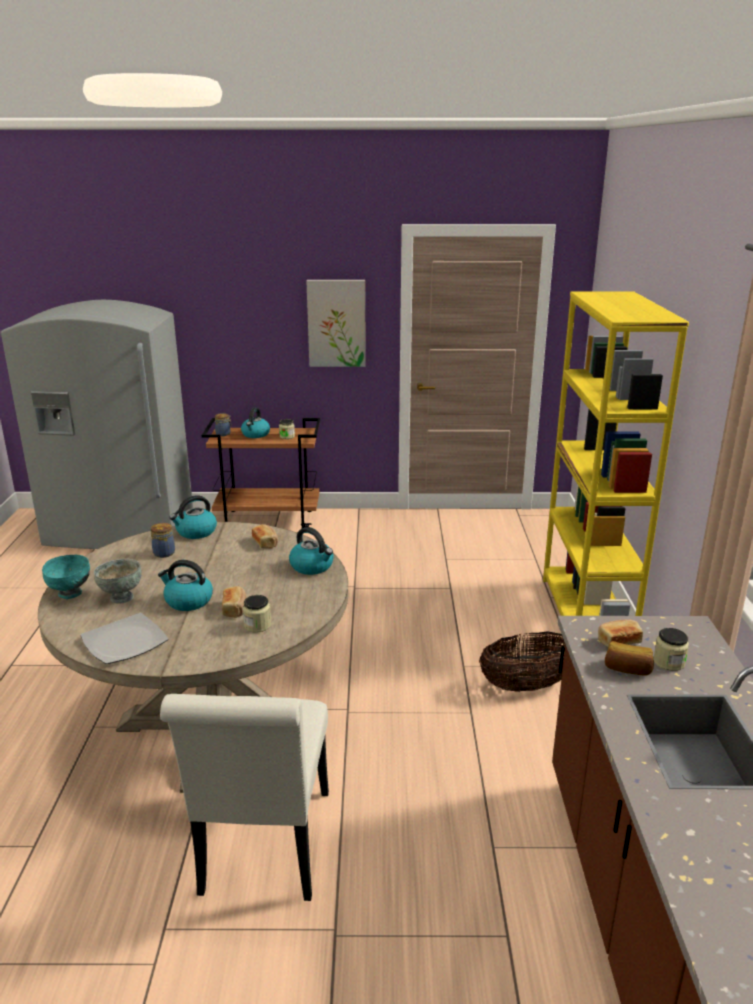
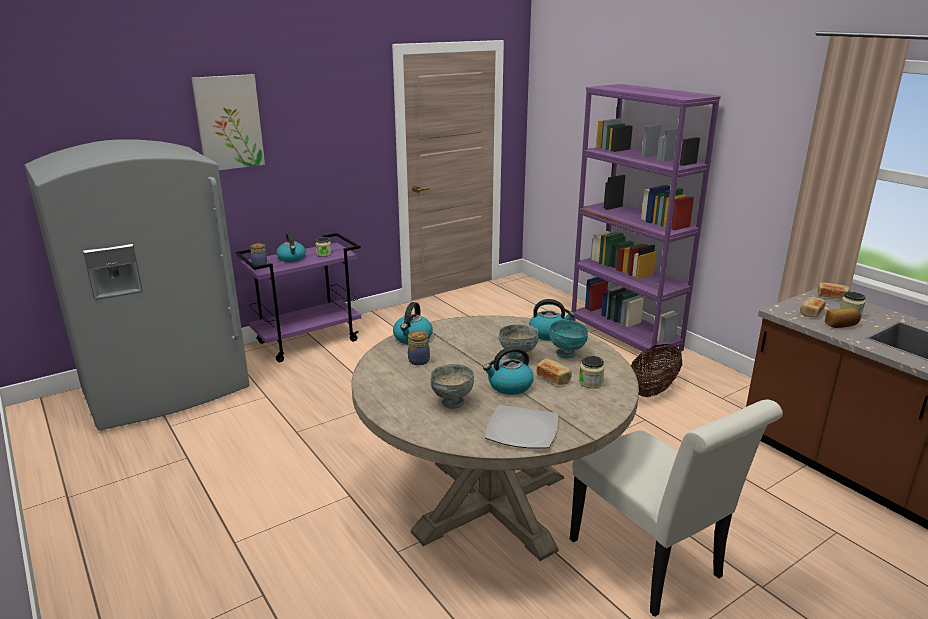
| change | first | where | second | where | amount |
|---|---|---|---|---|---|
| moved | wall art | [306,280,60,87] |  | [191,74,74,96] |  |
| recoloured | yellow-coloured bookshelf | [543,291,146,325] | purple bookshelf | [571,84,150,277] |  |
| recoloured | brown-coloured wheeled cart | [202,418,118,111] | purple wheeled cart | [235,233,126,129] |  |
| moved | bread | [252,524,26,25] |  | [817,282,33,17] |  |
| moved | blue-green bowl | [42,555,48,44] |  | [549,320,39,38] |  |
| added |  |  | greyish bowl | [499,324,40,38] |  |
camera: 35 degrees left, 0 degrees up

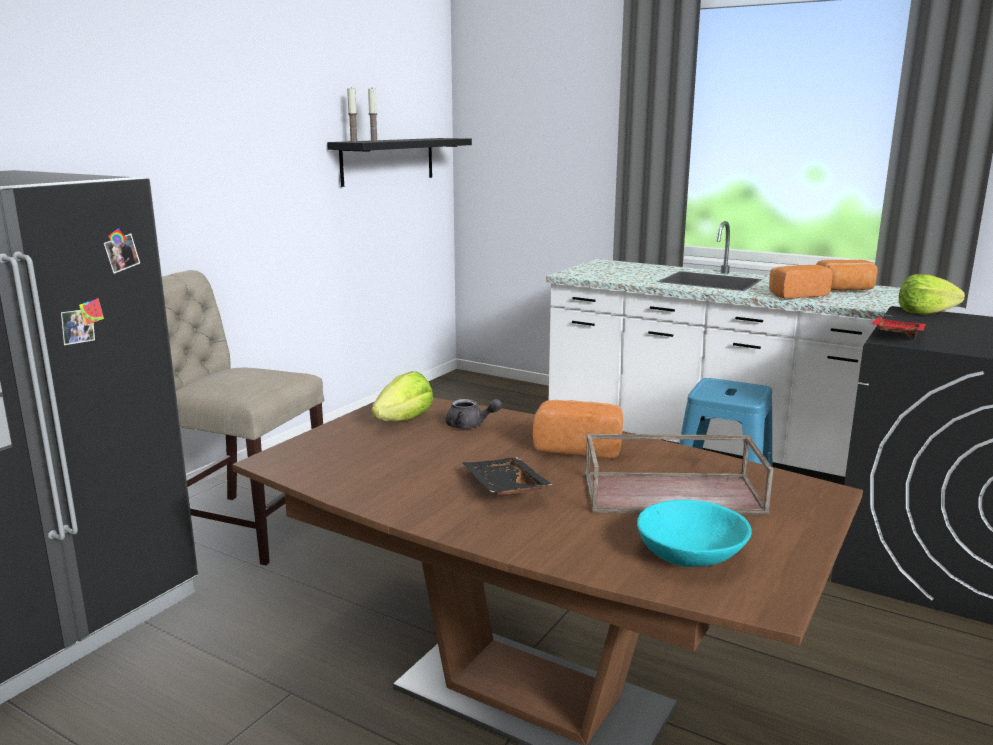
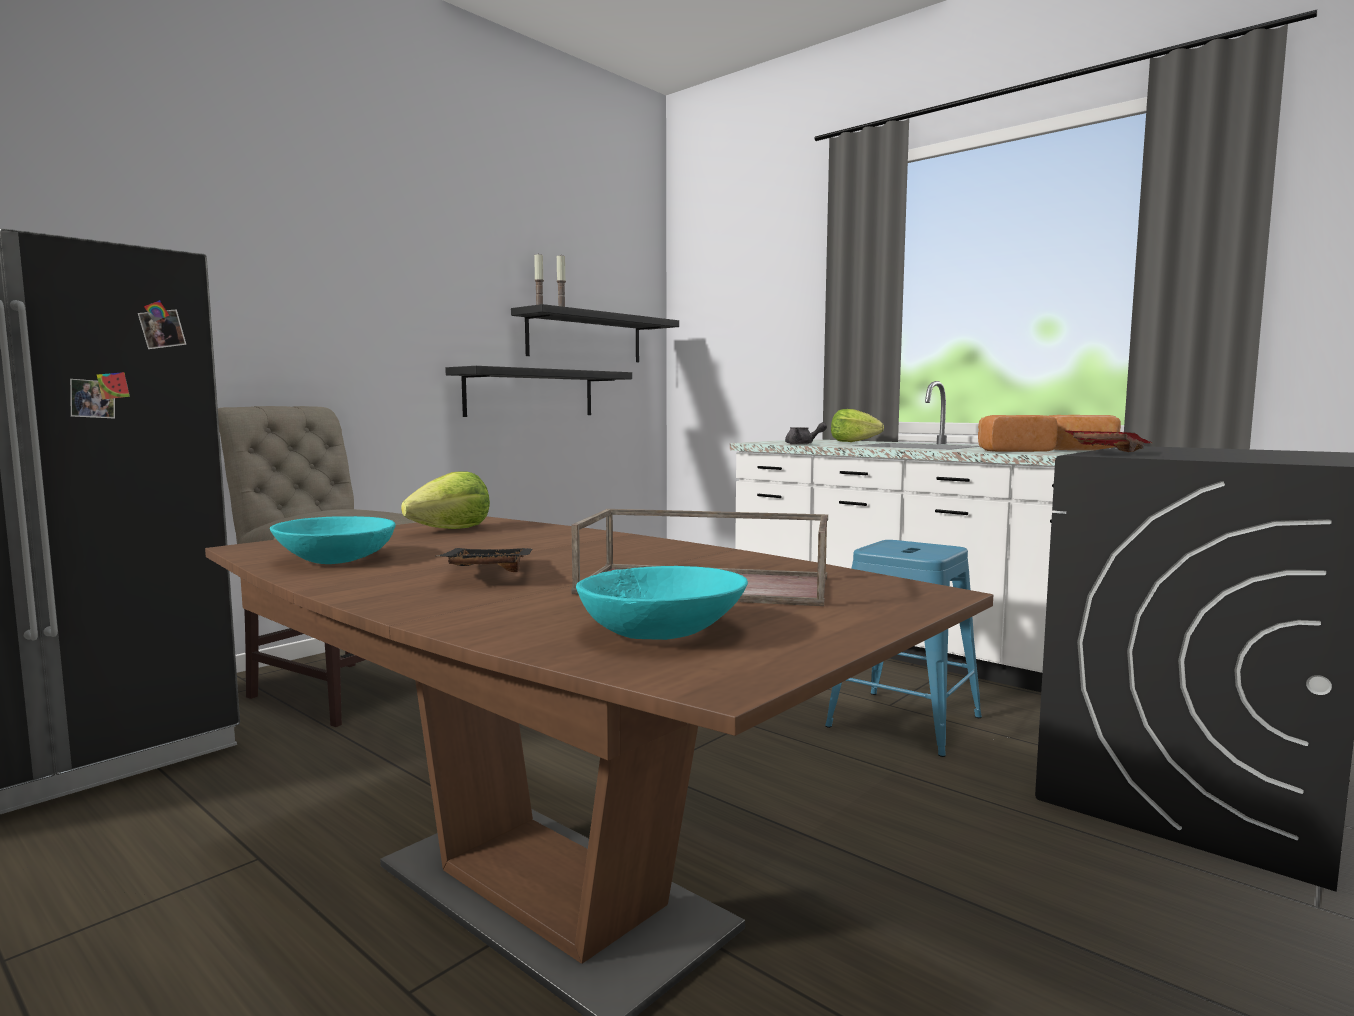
| change | first | where | second | where | amount |
|---|---|---|---|---|---|
| moved | head of lettuce | [899,274,66,41] |  | [831,409,53,33] |  |
| moved | greyish pot for tea | [446,399,56,30] |  | [785,422,42,23] |  |
| removed | bread | [533,400,90,58] |  |  |  |
| added |  |  | black wall shelf | [445,366,187,51] |  |
| added |  |  | blue-green bowl | [270,516,126,48] |  |
camera: 10 degrees right, 10 degrees down

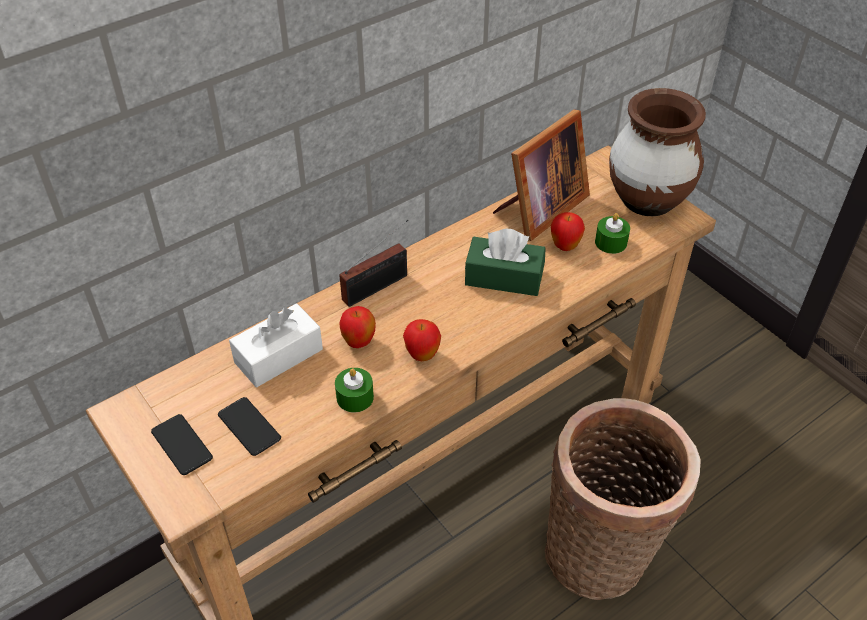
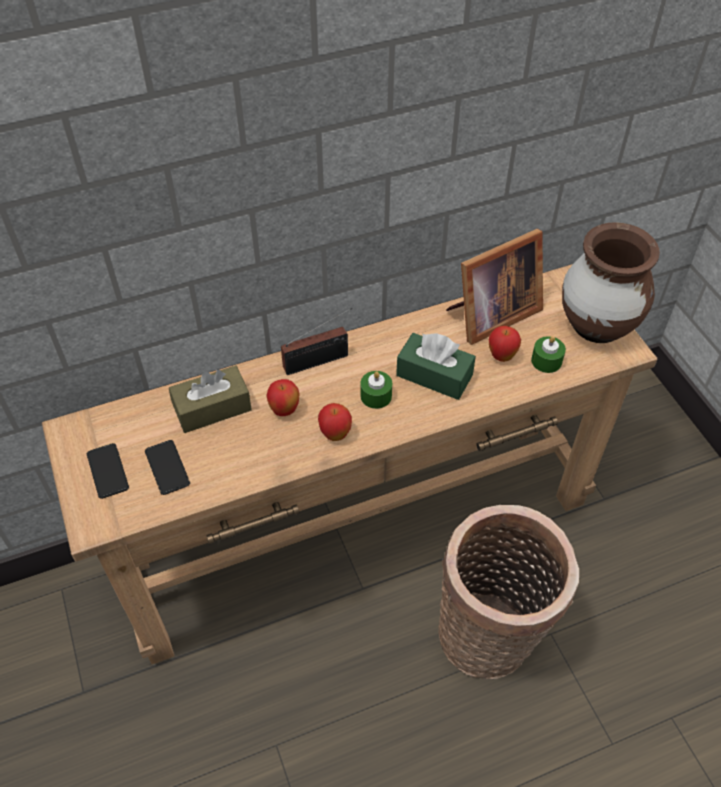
| change | first | where | second | where | amount |
|---|---|---|---|---|---|
| recoloured | whitish tissue holder | [229,303,94,84] | brown-coloured tissue holder | [169,365,83,68] |  |
| moved | green wax light | [335,368,39,44] |  | [360,371,32,38] |  |
camera: 15 degrees right, 5 degrees up

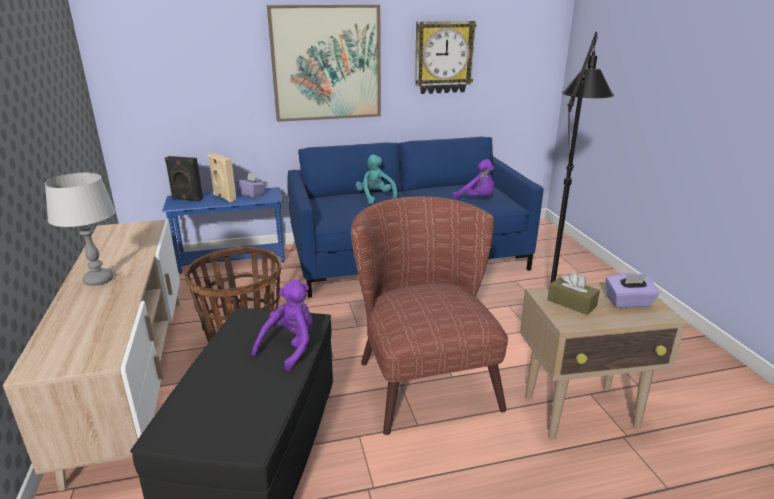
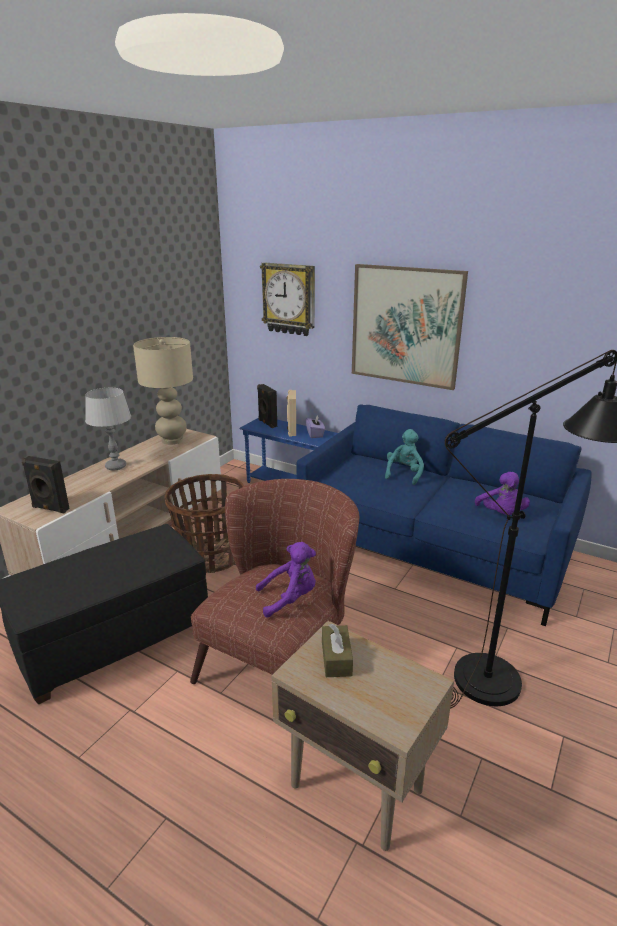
| change | first | where | second | where | amount |
|---|---|---|---|---|---|
| moved | wall clock | [415,21,62,73] |  | [260,262,55,74] |  |
| removed | purple tissue holder | [606,273,54,35] |  |  |  |
| moved | purple soft toy | [252,280,61,91] |  | [256,542,60,76] |  |
| added |  |  | beige-coloured table lamp | [133,337,60,108] |  |
| added |  |  | black audio speaker | [21,456,49,57] |  |
camera: 45 degrees right, 0 degrees up

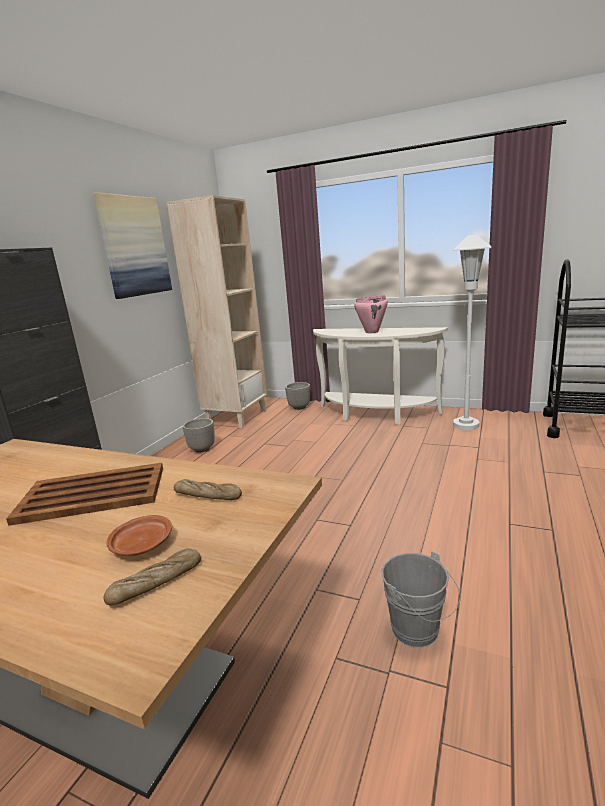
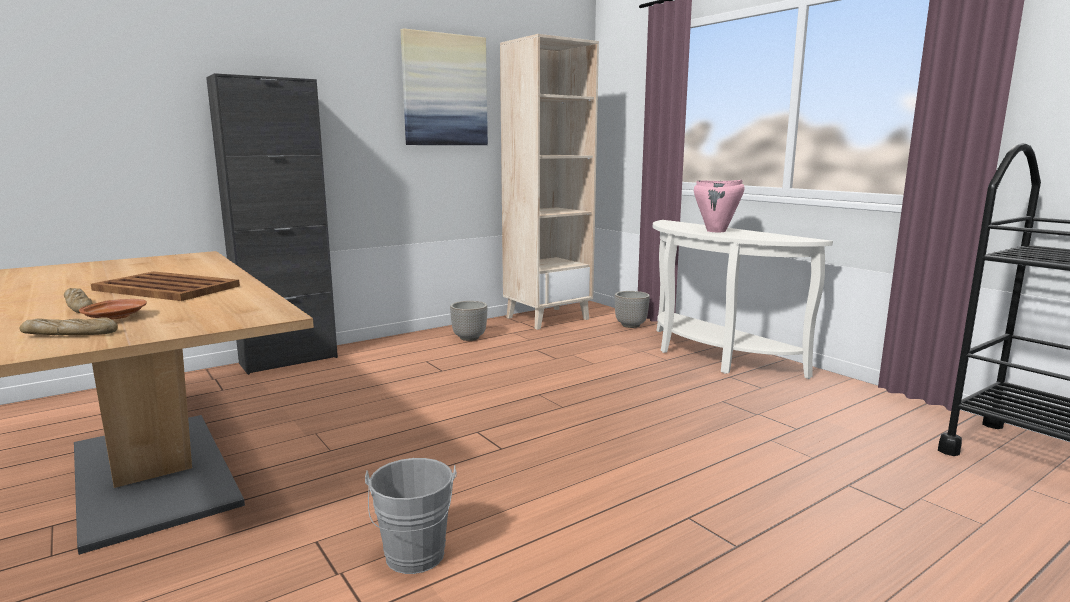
| change | first | where | second | where | amount |
|---|---|---|---|---|---|
| removed | whitish floor lamp | [453,235,38,195] |  |  |  |
| moved | bread | [174,479,68,21] |  | [64,288,29,25] |  |
camera: 30 degrees right, 5 degrees down

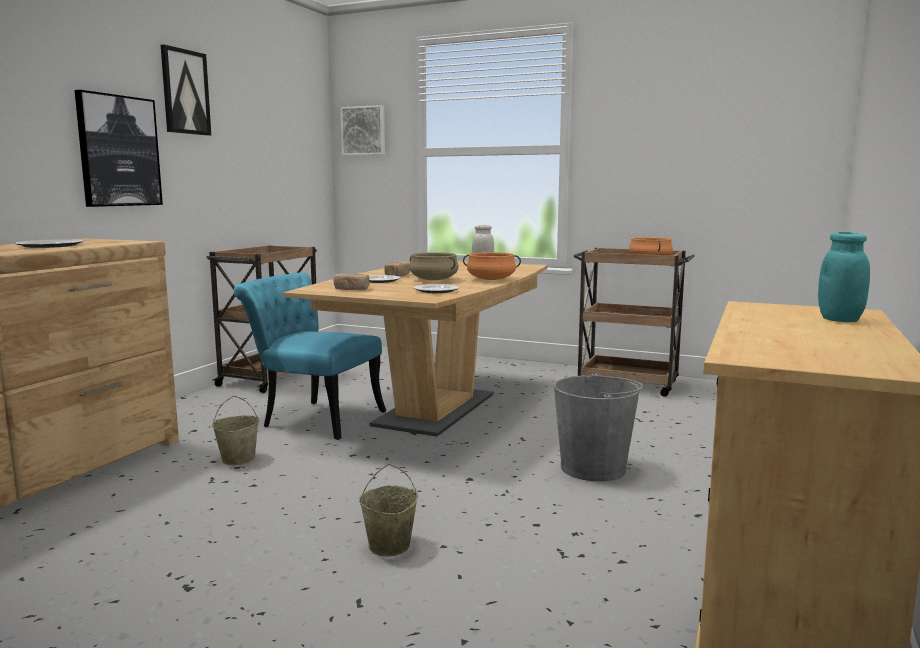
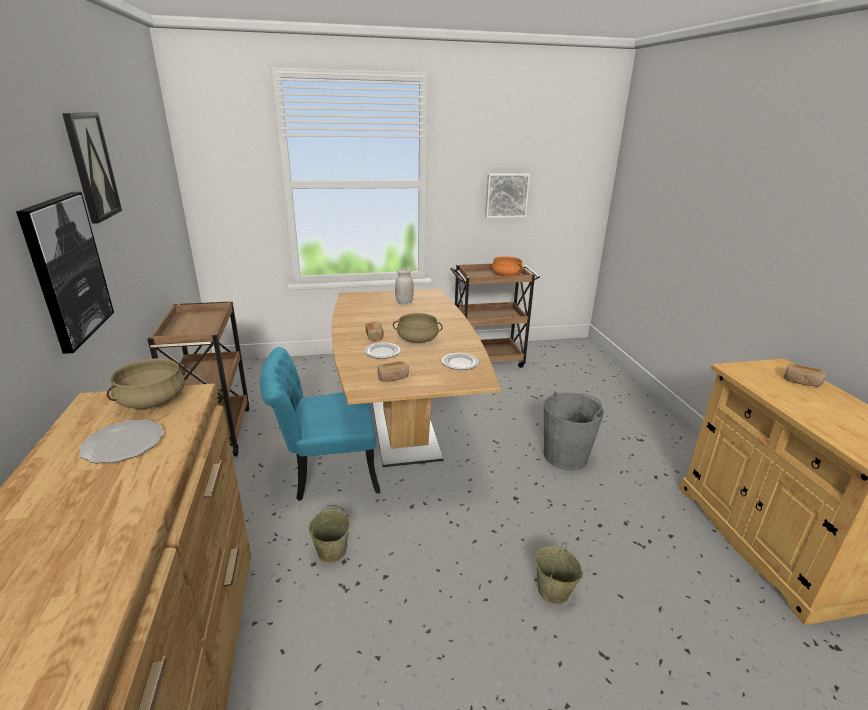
| change | first | where | second | where | amount |
|---|---|---|---|---|---|
| moved | wall art | [340,105,45,51] |  | [485,174,45,44] |  |
| replaced | blue-green preserve jar | [818,232,52,90] | bread | [784,364,42,22] |  |
| removed | orangey stockpot | [463,252,58,28] |  |  |  |
| added |  |  | beige-coloured stockpot | [107,358,80,51] |  |
camera: 35 degrees left, 15 degrees up

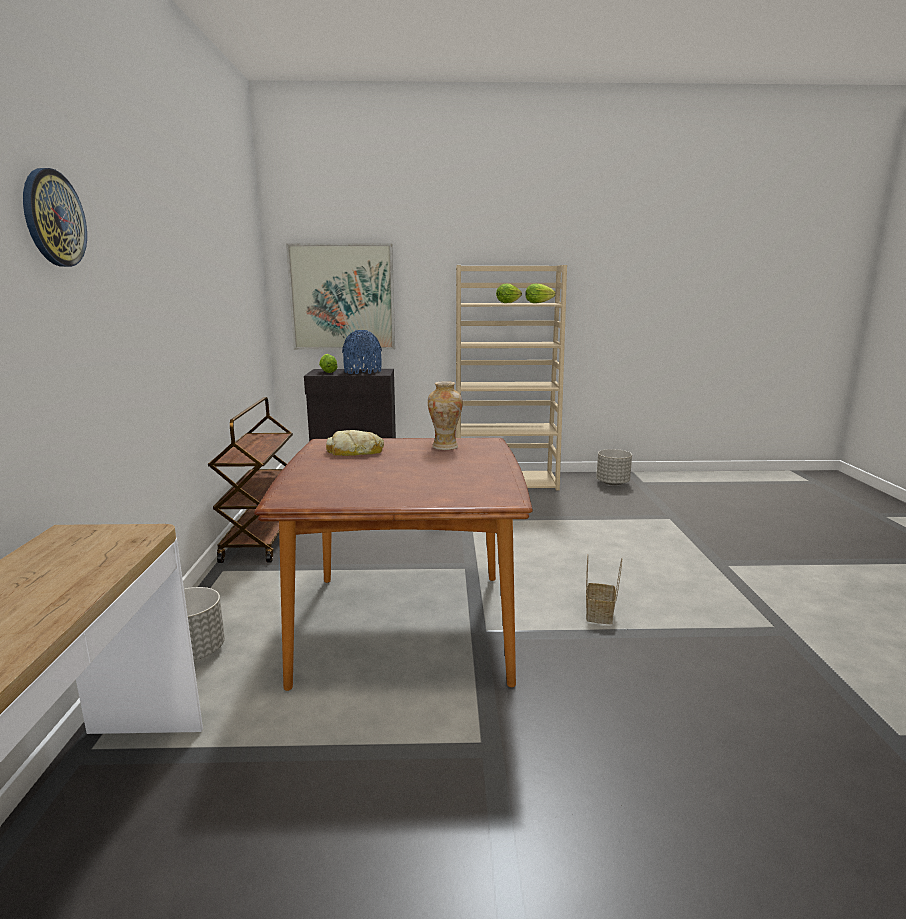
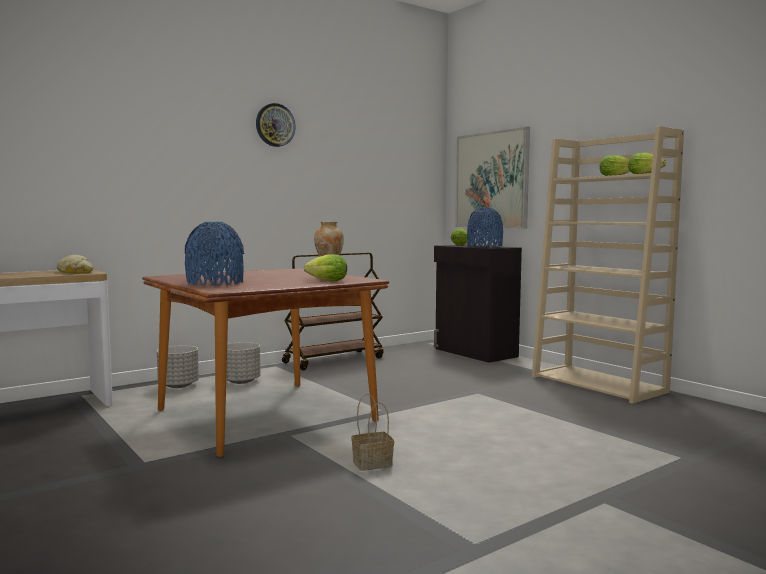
| change | first | where | second | where | amount |
|---|---|---|---|---|---|
| moved | wall clock | [23,168,64,99] |  | [256,103,40,44] |  |
| moved | bread | [326,430,58,26] |  | [57,255,36,19] |  |
| moved | greyish plant pot | [597,449,35,37] |  | [226,342,34,42] |  |
| added |  |  | blue flower vase | [185,222,59,63] |  |
| added |  |  | head of lettuce | [304,254,43,27] |  |
camera: 55 degrees right, 10 degrees down

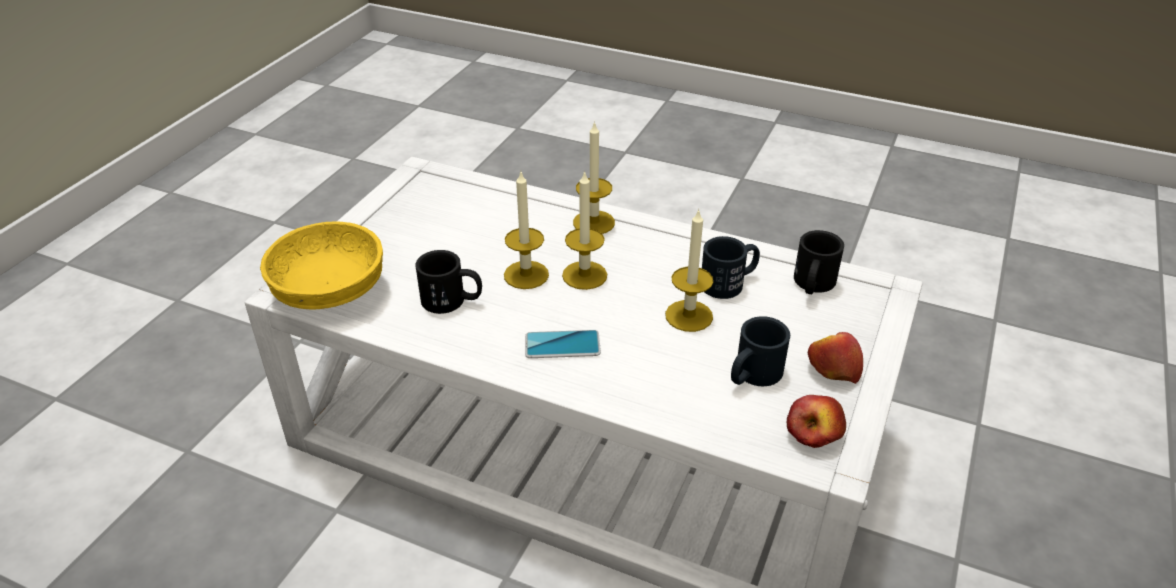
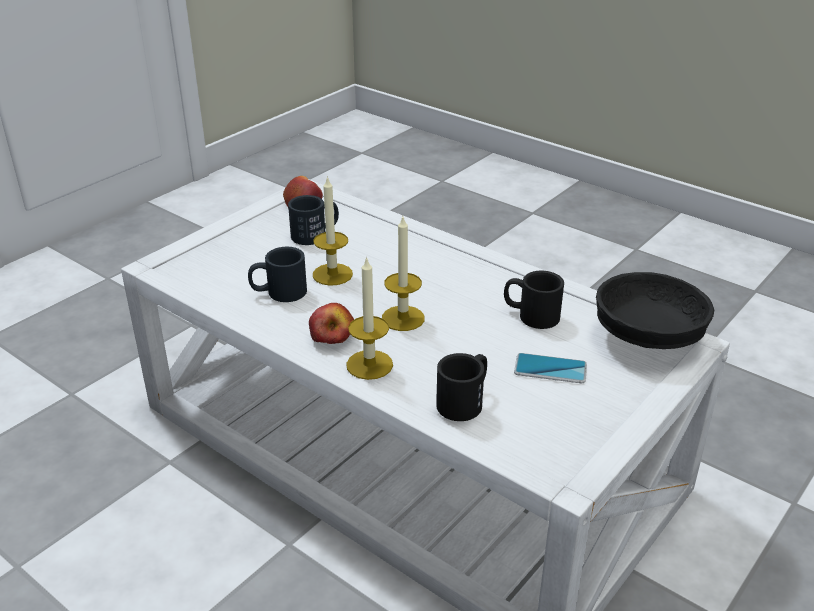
| change | first | where | second | where | amount |
|---|---|---|---|---|---|
| removed | wax light | [504,172,45,117] |  |  |  |
| recoloured | yellow-coloured bowl | [260,221,123,89] | black bowl | [596,272,118,77] |  |
| moved | black mug | [794,230,50,64] |  | [436,353,51,68] |  |
| moved | handset | [525,330,76,28] |  | [514,353,73,30] |  |
| moved | apple fruit | [808,332,55,52] |  | [309,303,45,41] |  |
camera: 165 degrees left, 5 degrees down

